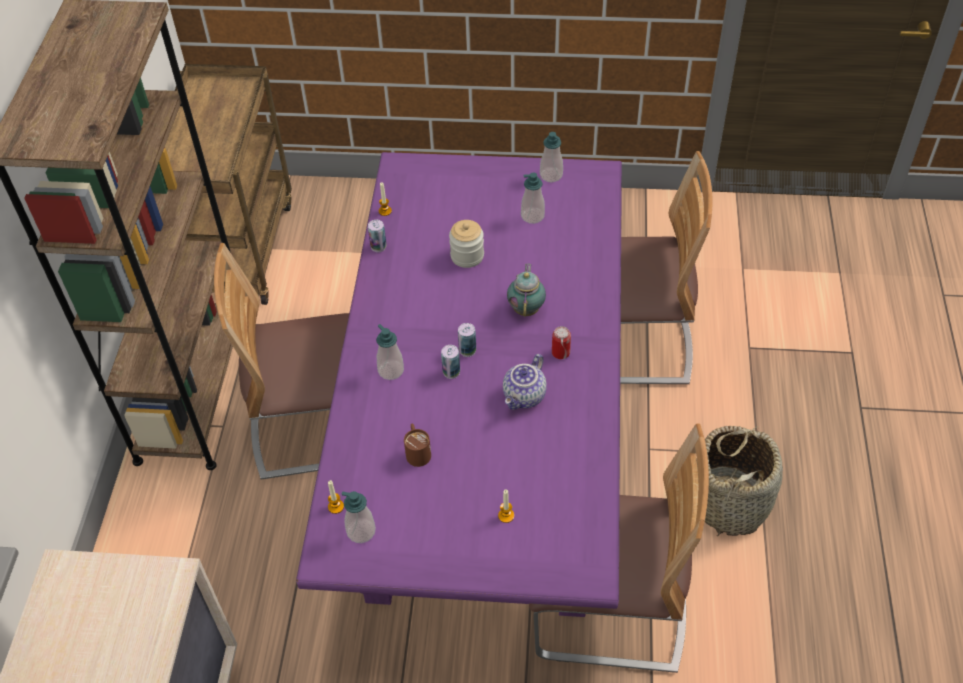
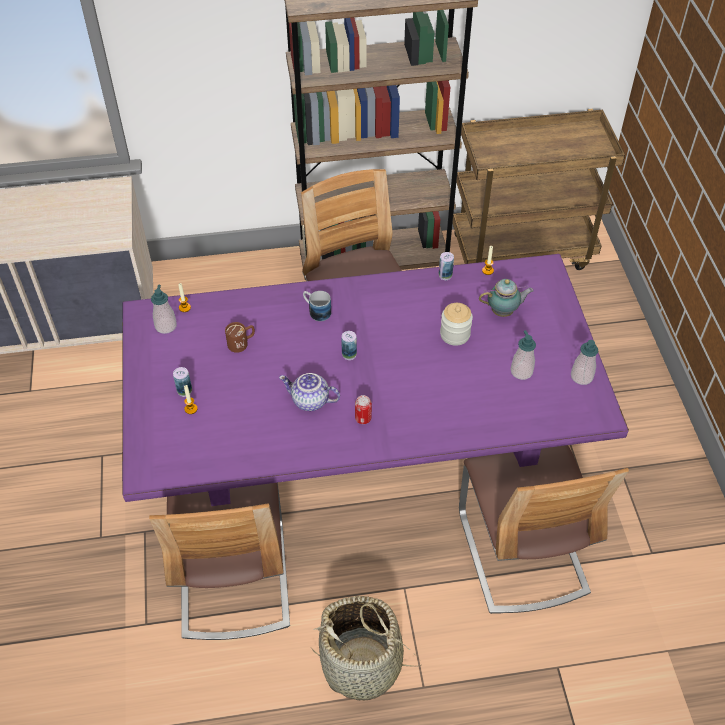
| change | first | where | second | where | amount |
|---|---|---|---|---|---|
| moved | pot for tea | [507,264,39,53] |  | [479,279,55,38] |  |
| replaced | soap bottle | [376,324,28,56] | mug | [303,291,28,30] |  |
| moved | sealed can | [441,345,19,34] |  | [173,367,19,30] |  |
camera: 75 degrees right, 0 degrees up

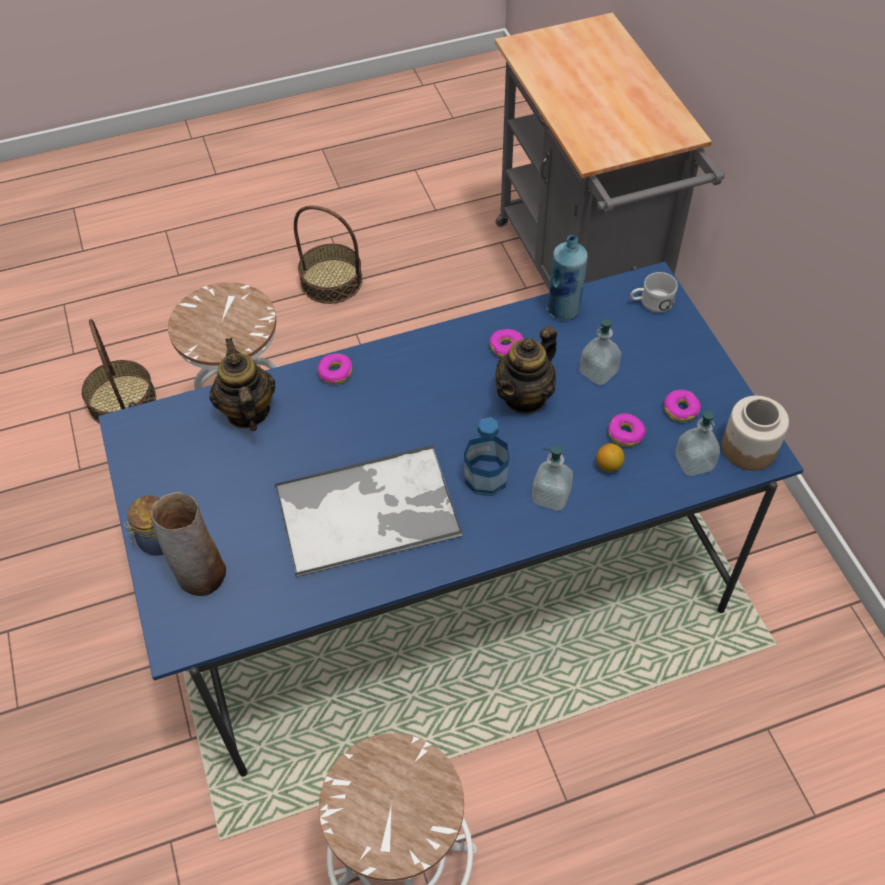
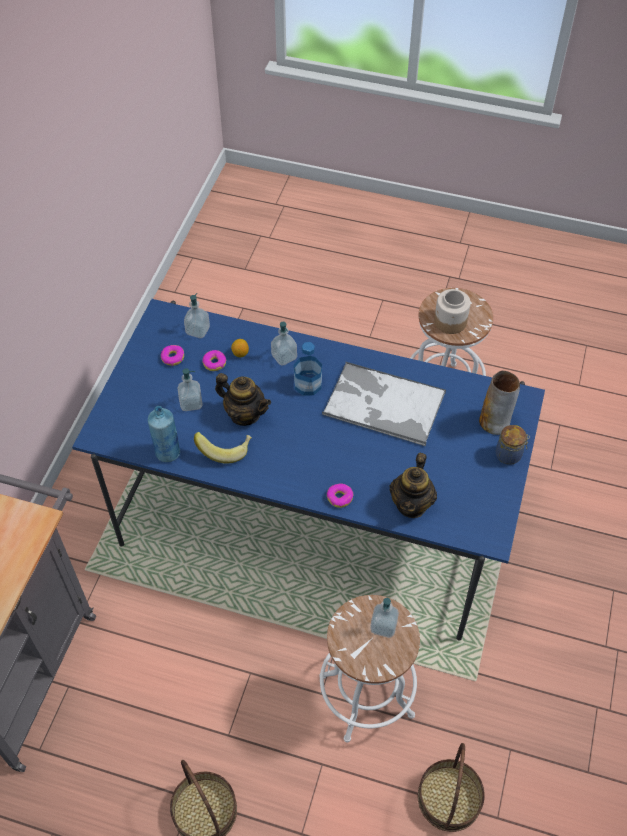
| change | first | where | second | where | amount |
|---|---|---|---|---|---|
| removed | whitish mug | [630,272,48,41] |  |  |  |
| turned | pot for tea | [495,326,62,88] |  | [215,373,56,53] | 45 degrees clockwise |
| replaced | ring doughnut | [490,329,34,29] | banana fruit | [194,432,58,32] |  |
| moved | preserve jar | [722,396,67,75] |  | [434,289,37,45] |  |
| added |  |  | soap bottle | [370,598,29,40] |  |
camera: 145 degrees left, 0 degrees up

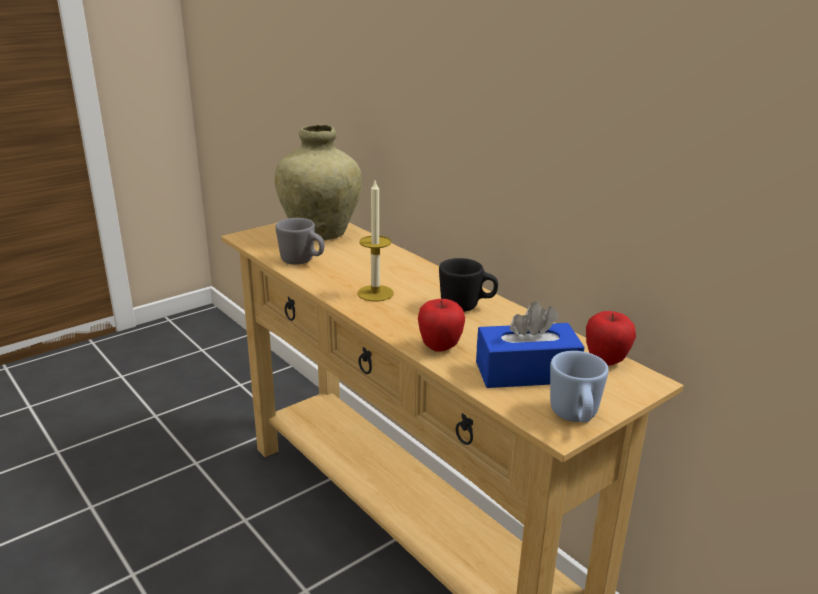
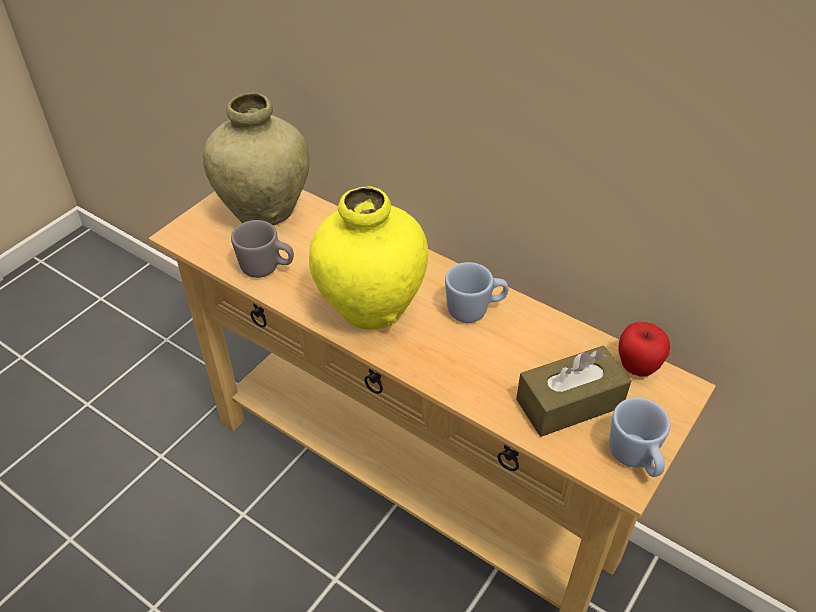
| change | first | where | second | where | amount |
|---|---|---|---|---|---|
| replaced | wax light | [358,181,36,120] | yellow-coloured flower vase | [309,186,119,144] |  |
| recoloured | black mug | [439,258,59,54] | blue mug | [445,262,64,61] |  |
| removed | apple fruit | [418,299,47,53] |  |  |  |
| recoloured | blue tissue holder | [476,302,109,86] | brown-coloured tissue holder | [516,346,115,91] |  |
camera: 15 degrees left, 20 degrees up

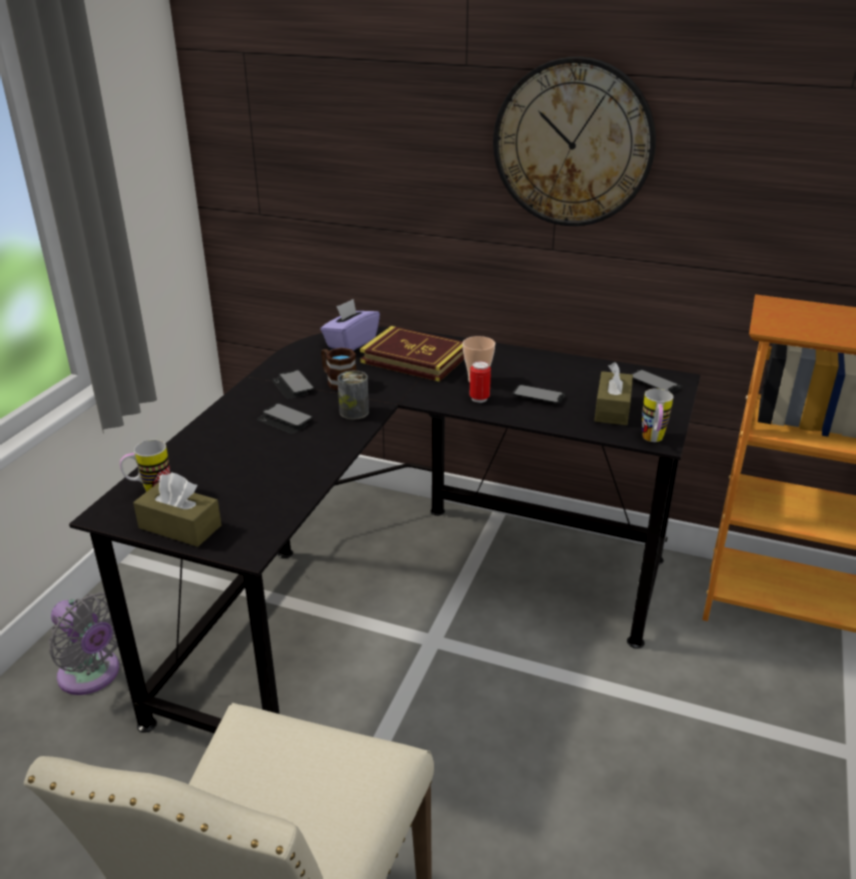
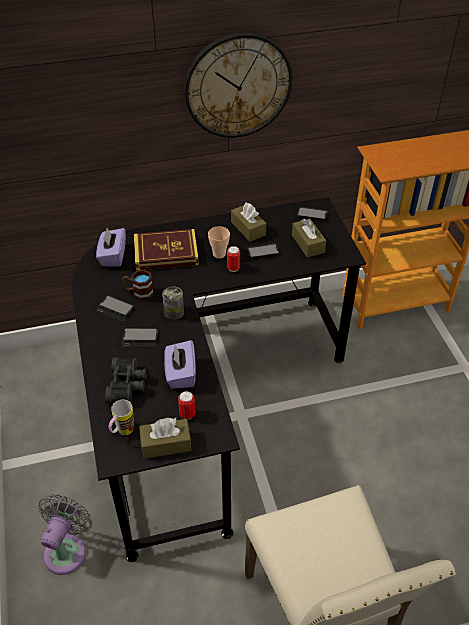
| change | first | where | second | where | amount |
|---|---|---|---|---|---|
| removed | mug | [642,388,31,54] |  |  |  |
| turned | greyish electric fan | [49,592,70,103] |  | [38,494,55,81] | 75 degrees counterclockwise |
| added |  |  | brown-coloured tissue holder | [231,202,35,40] |  |
| added |  |  | purple tissue holder | [164,340,32,49] |  |
| added |  |  | black pair of binoculars | [105,357,42,47] |  |
| added |  |  | sealed can | [178,391,17,29] |  |
camera: 35 degrees left, 15 degrees up

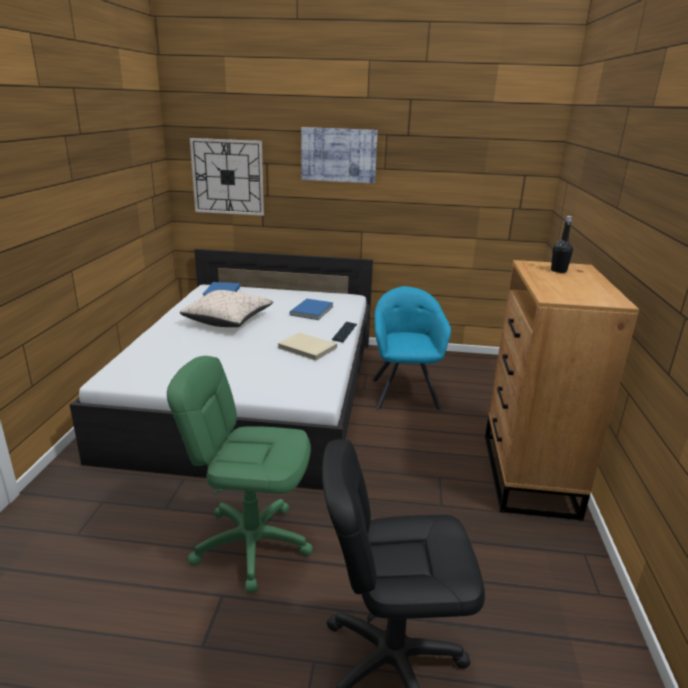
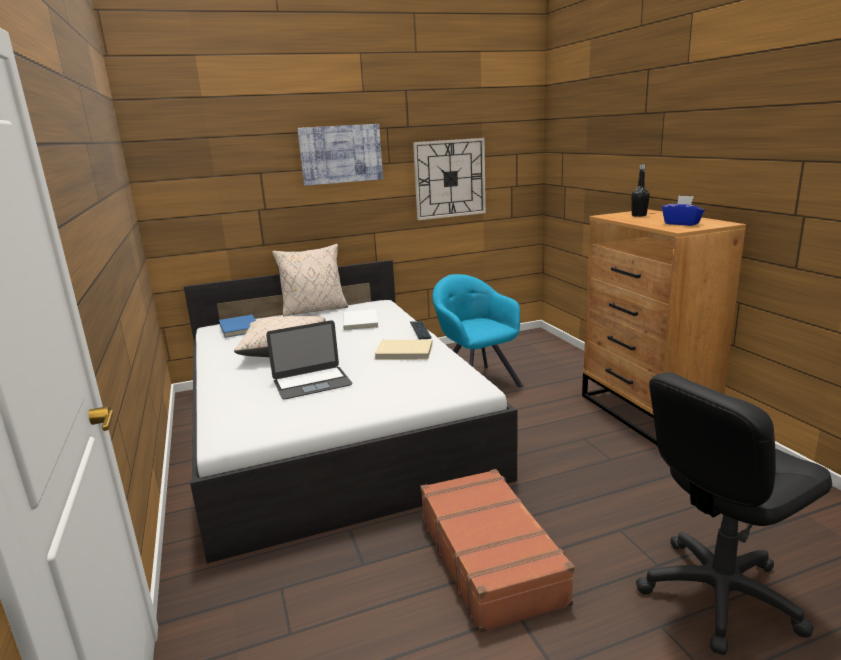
| change | first | where | second | where | amount |
|---|---|---|---|---|---|
| moved | wall clock | [190,138,74,78] |  | [413,138,73,82] |  |
| recoloured | blue bound book | [290,299,43,21] | whitish bound book | [343,309,36,22] |  |
| replaced | green computer chair | [167,356,146,237] | brown-coloured piece of luggage | [420,469,155,164] |  |
| added |  |  | blue tissue holder | [662,196,43,30] |  |
| added |  |  | beige-coloured throw pillow | [272,244,76,72] |  |
| added |  |  | laptop | [266,320,86,79] |  |
camera: 25 degrees left, 5 degrees down

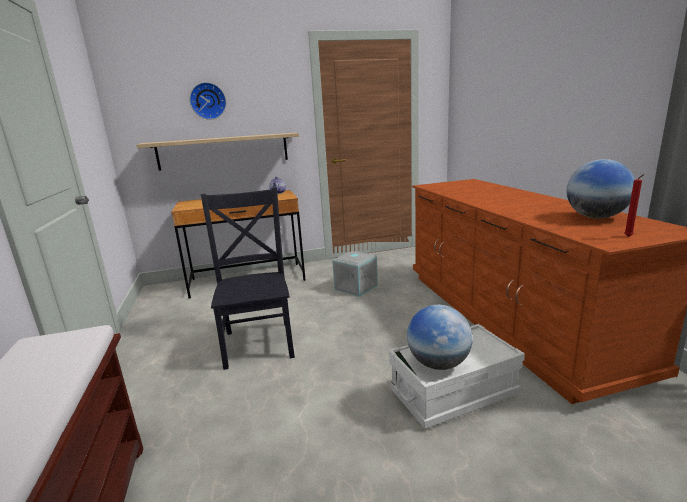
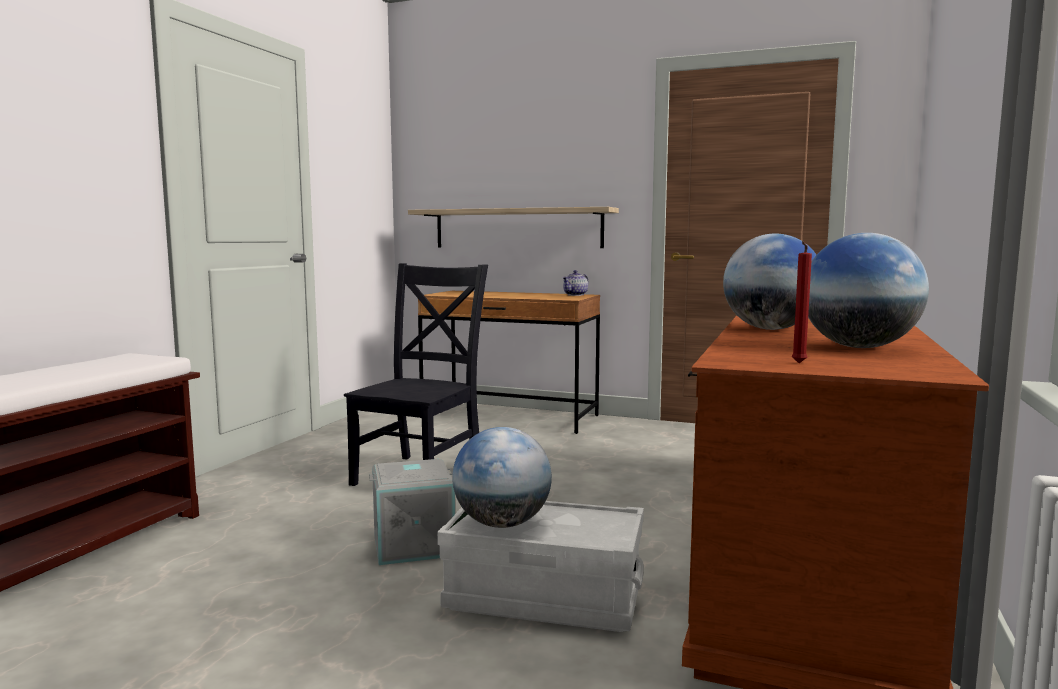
| change | first | where | second | where | amount |
|---|---|---|---|---|---|
| removed | wall clock | [190,82,36,38] |  |  |  |
| moved | greyish storage container | [332,251,46,46] |  | [369,459,86,106] |  |
| added |  |  | globe | [723,233,93,97] |  |
camera: 35 degrees right, 10 degrees down

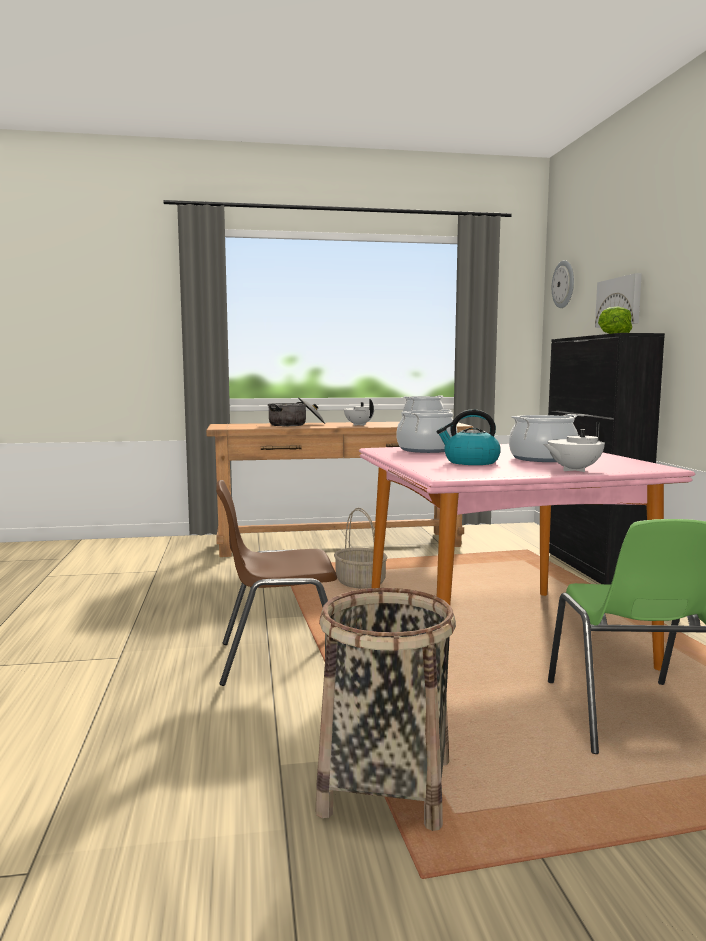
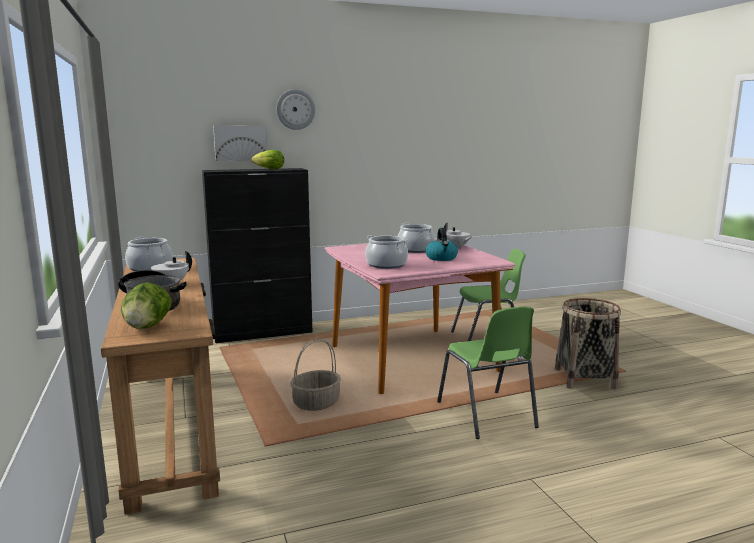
| change | first | where | second | where | amount |
|---|---|---|---|---|---|
| moved | wall clock | [552,260,22,48] |  | [277,89,38,41] |  |
| recoloured | brown-coloured chair | [216,480,121,206] | green chair | [437,307,102,132] |  |
| added |  |  | head of lettuce | [121,282,51,47] |  |
camera: 100 degrees left, 5 degrees up

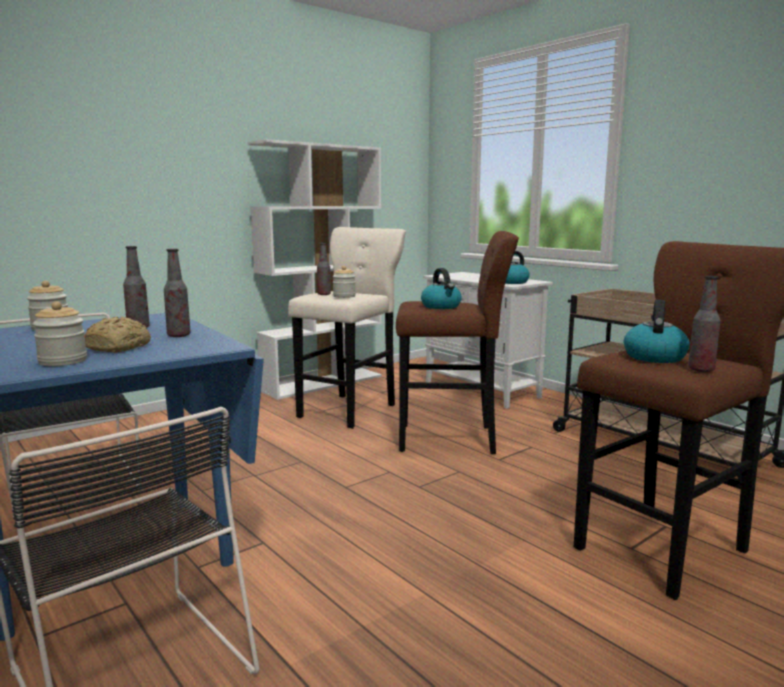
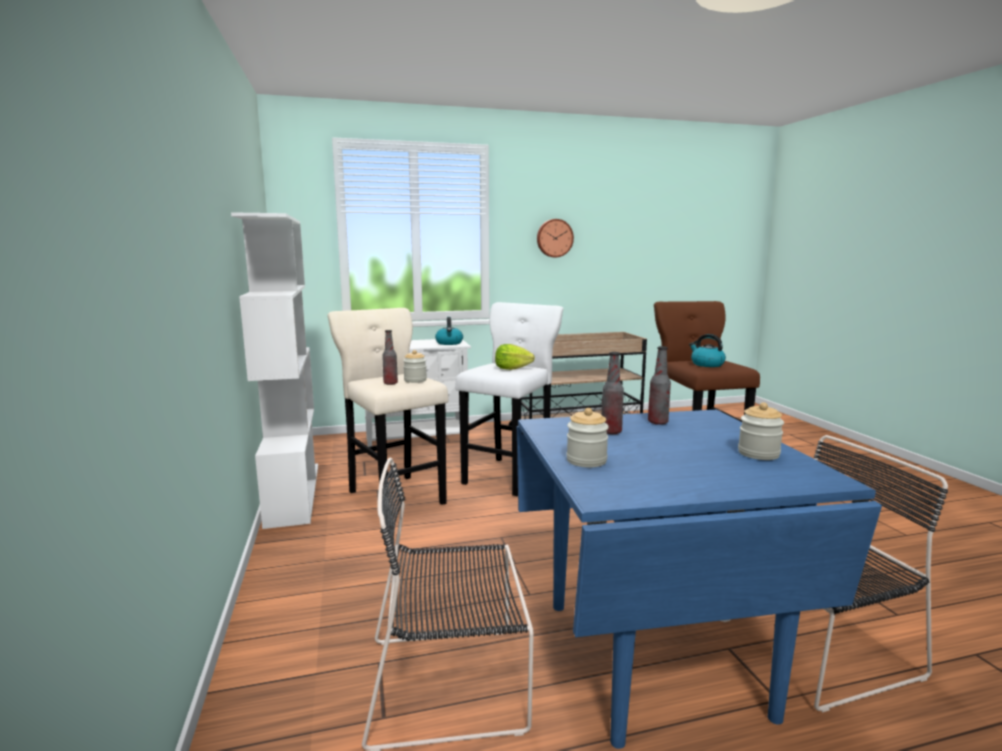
| change | first | where | second | where | amount |
|---|---|---|---|---|---|
| recoloured | brown-coloured sitting stool | [396,231,123,223] | whitish sitting stool | [456,302,108,194] |  |
| replaced | kettle | [421,268,41,41] | head of lettuce | [495,344,40,26] |  |
| removed | beverage bottle | [688,276,32,96] |  |  |  |
| removed | bread | [84,317,67,35] |  |  |  |
| added |  |  | wall clock | [537,219,37,38] |  |
camera: 65 degrees left, 0 degrees up

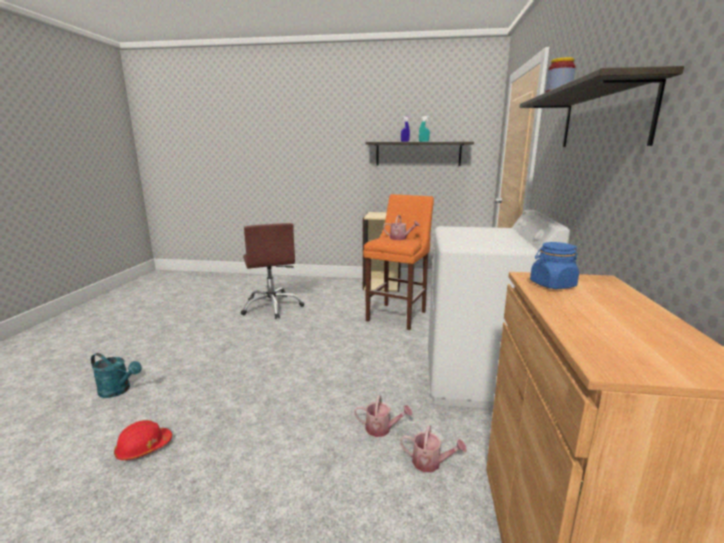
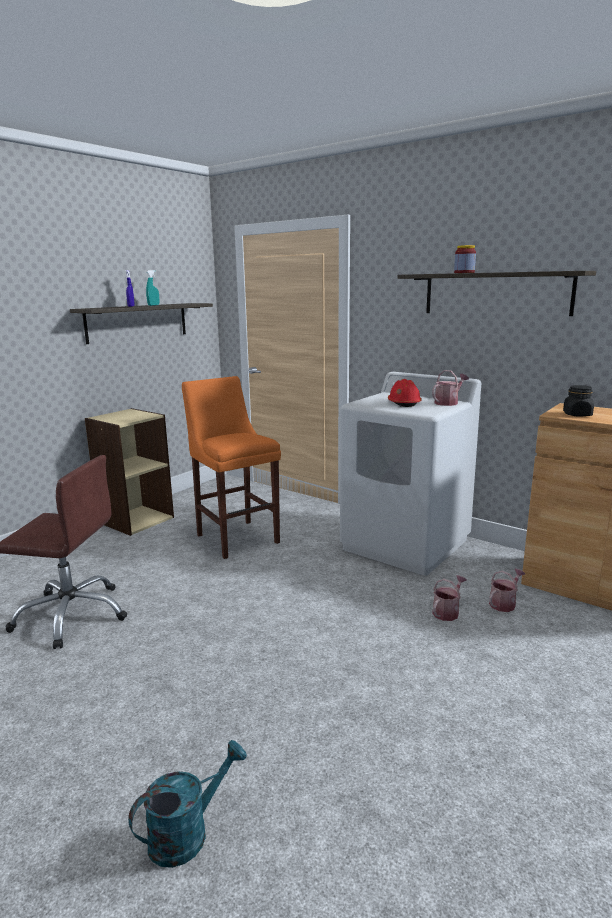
| change | first | where | second | where | amount |
|---|---|---|---|---|---|
| moved | sprinkling can | [383,215,37,25] |  | [432,370,37,36] |  |
| recoloured | blue preserve jar | [530,242,49,47] | black preserve jar | [563,385,31,32] |  |
| moved | red-coloured work helmet | [114,420,58,40] |  | [388,379,34,28] |  |
camera: 60 degrees left, 0 degrees up

